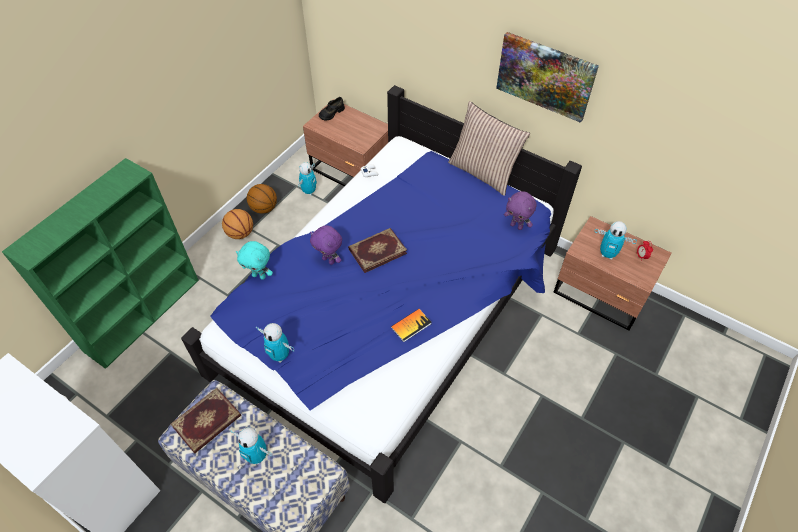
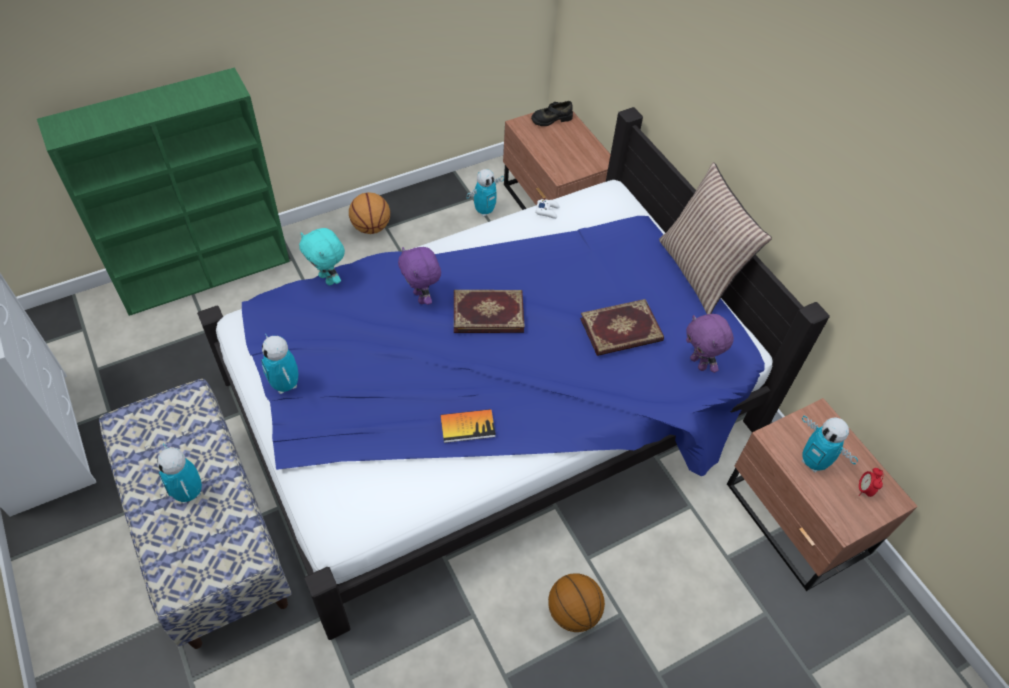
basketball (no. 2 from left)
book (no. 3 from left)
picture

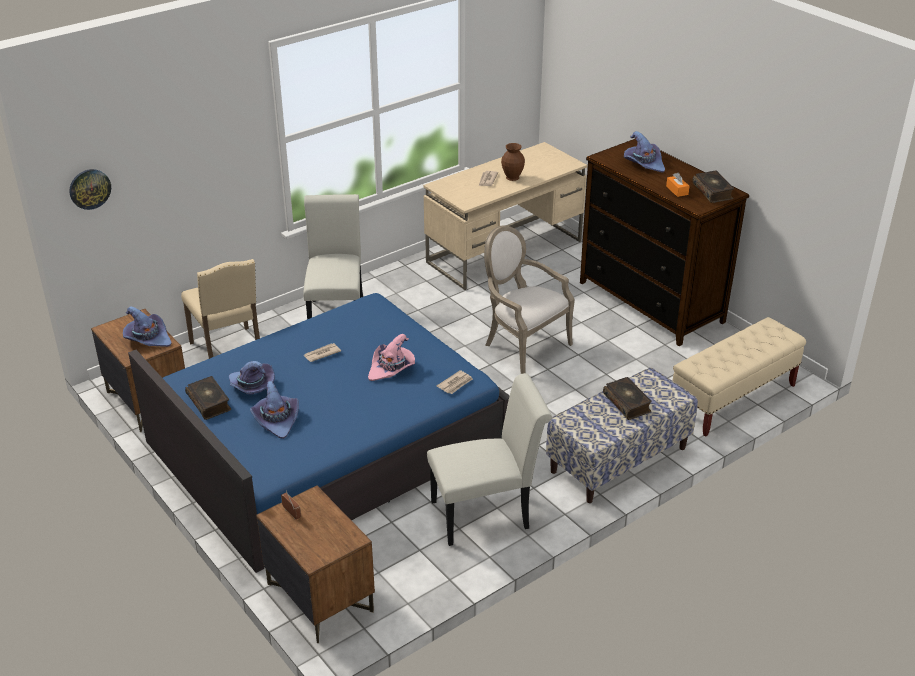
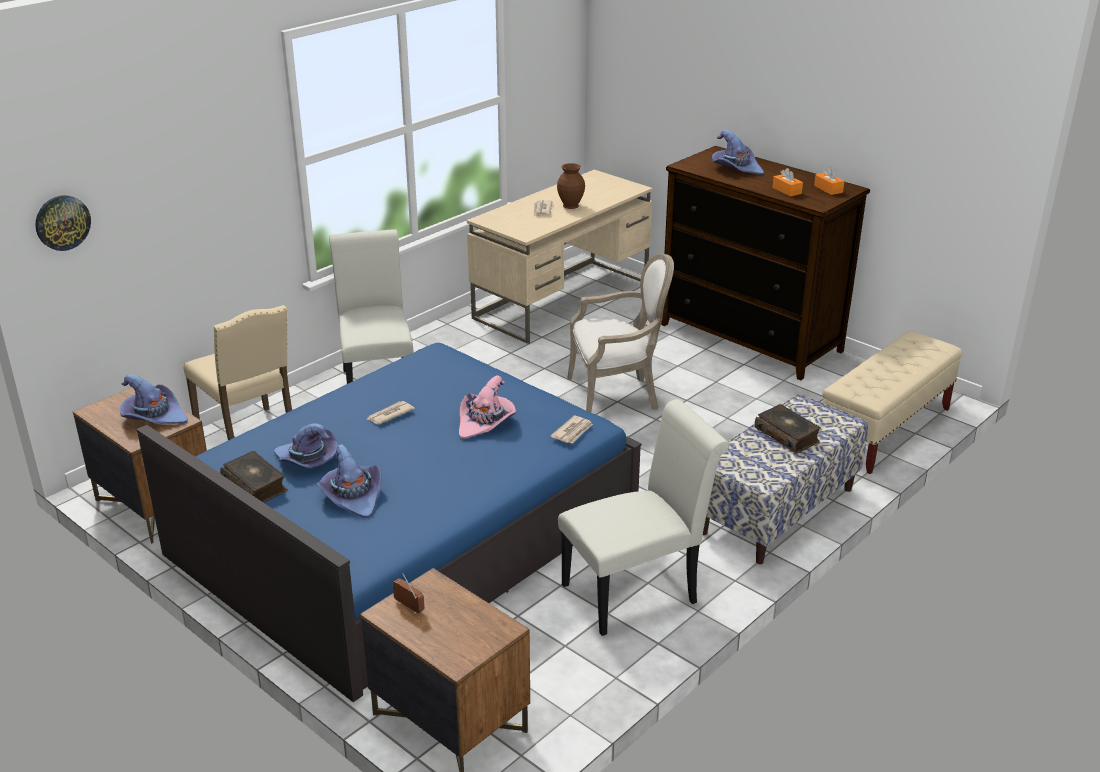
armchair
orange tissue box (no. 2 from left)

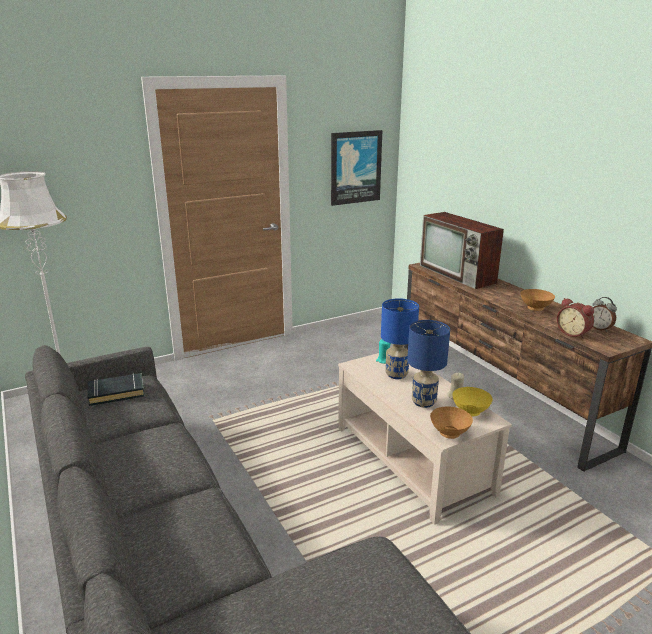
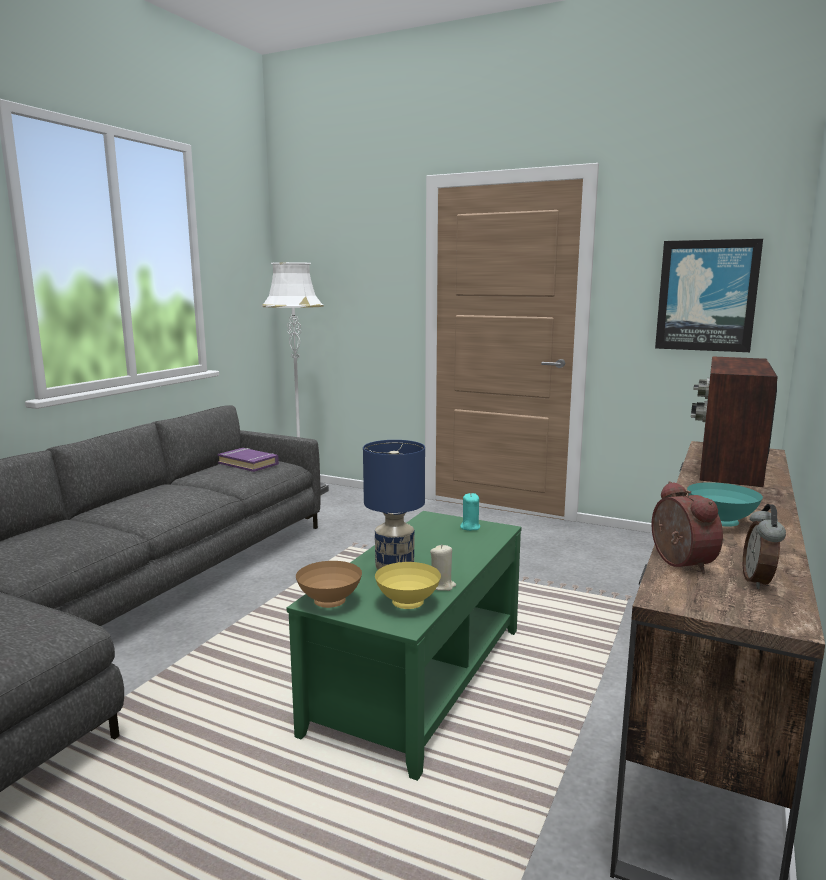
purple book
green coffee table
alarm clock (no. 1 from left)
turquoise bowl
blue table lamp (no. 1 from left in the first image)

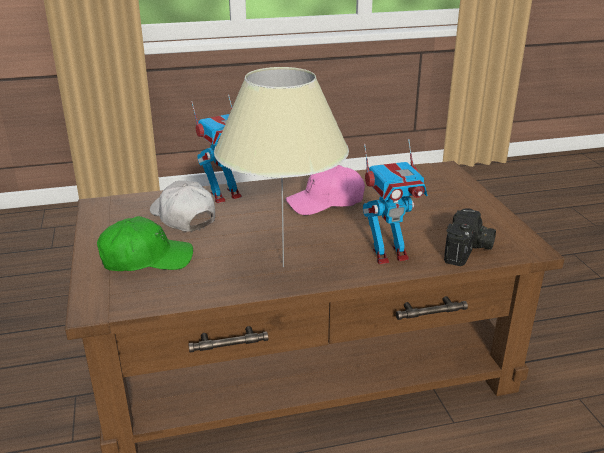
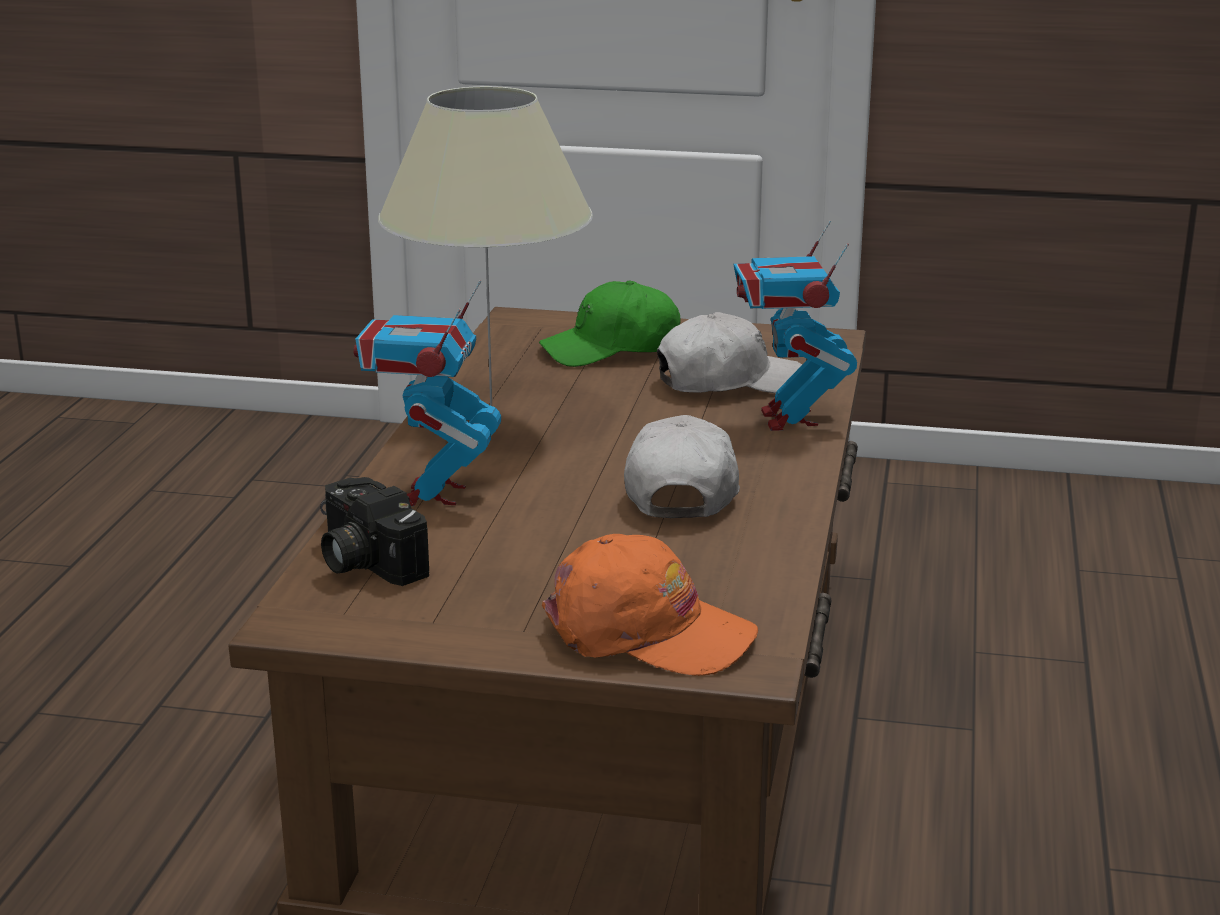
green cap
orange cap
white cap (no. 1 from left)

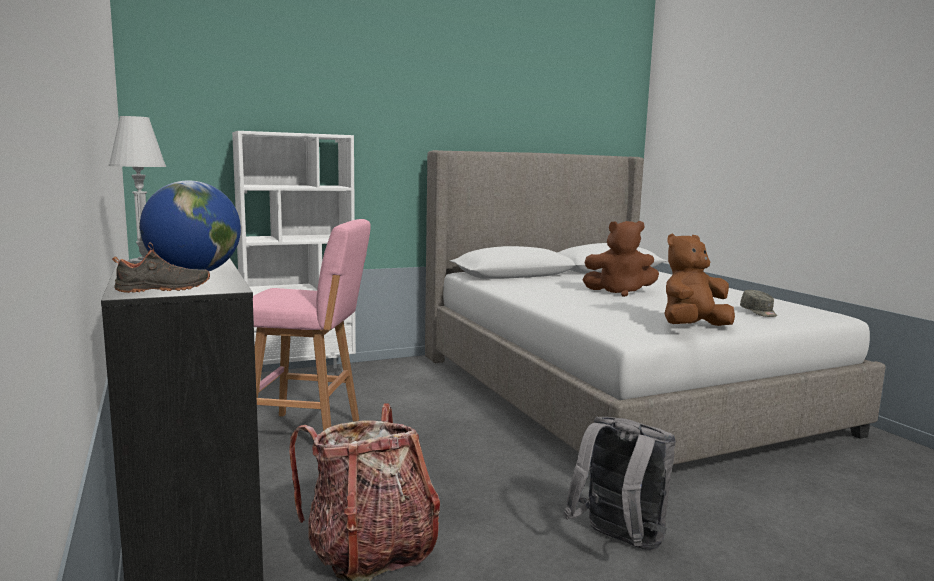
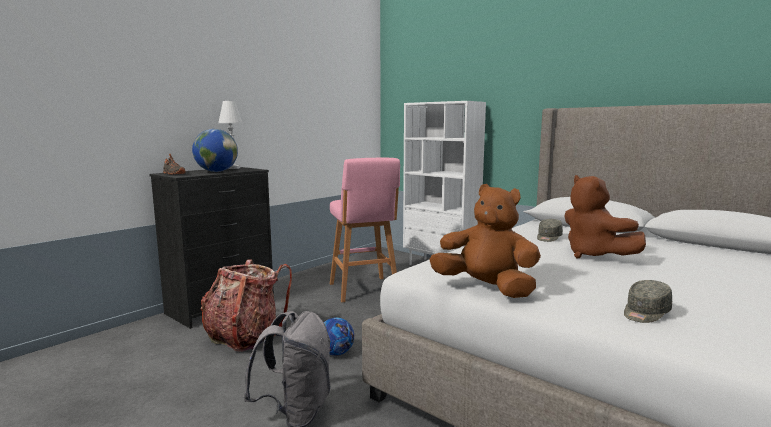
football
grey cap (no. 1 from left)

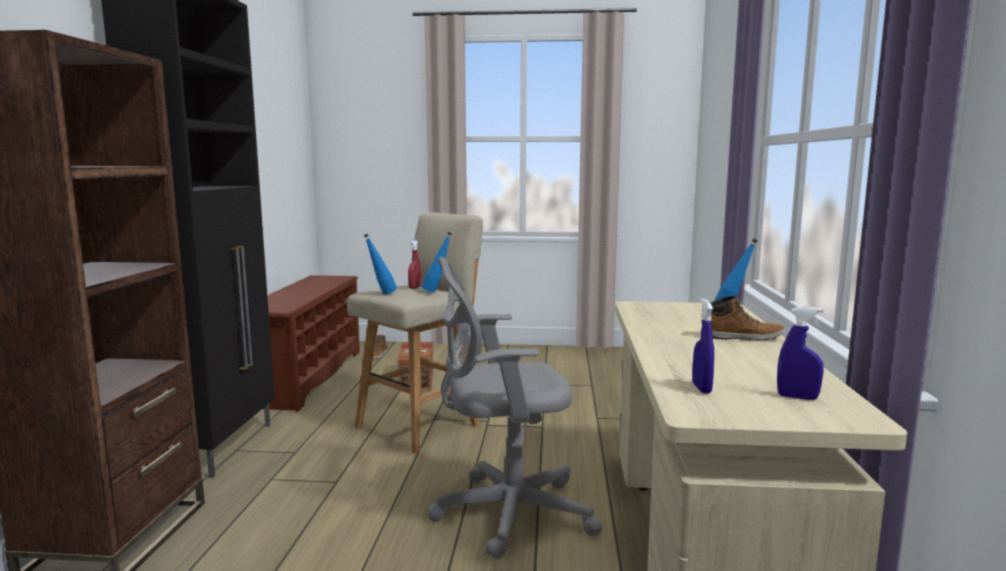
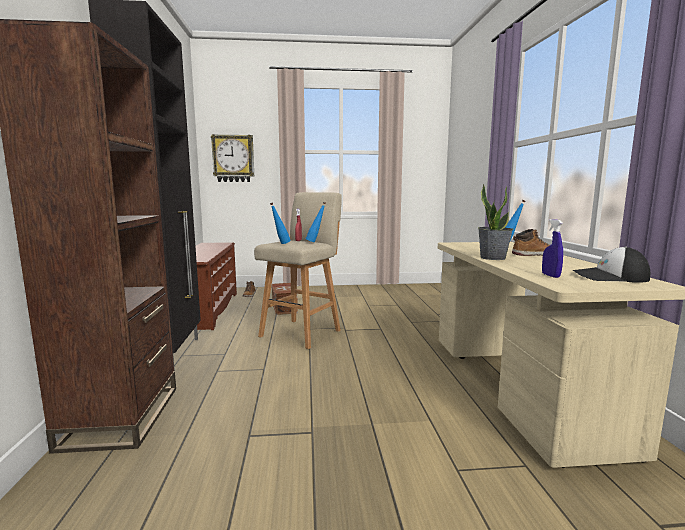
wall clock
potted plant
cap
grey office chair

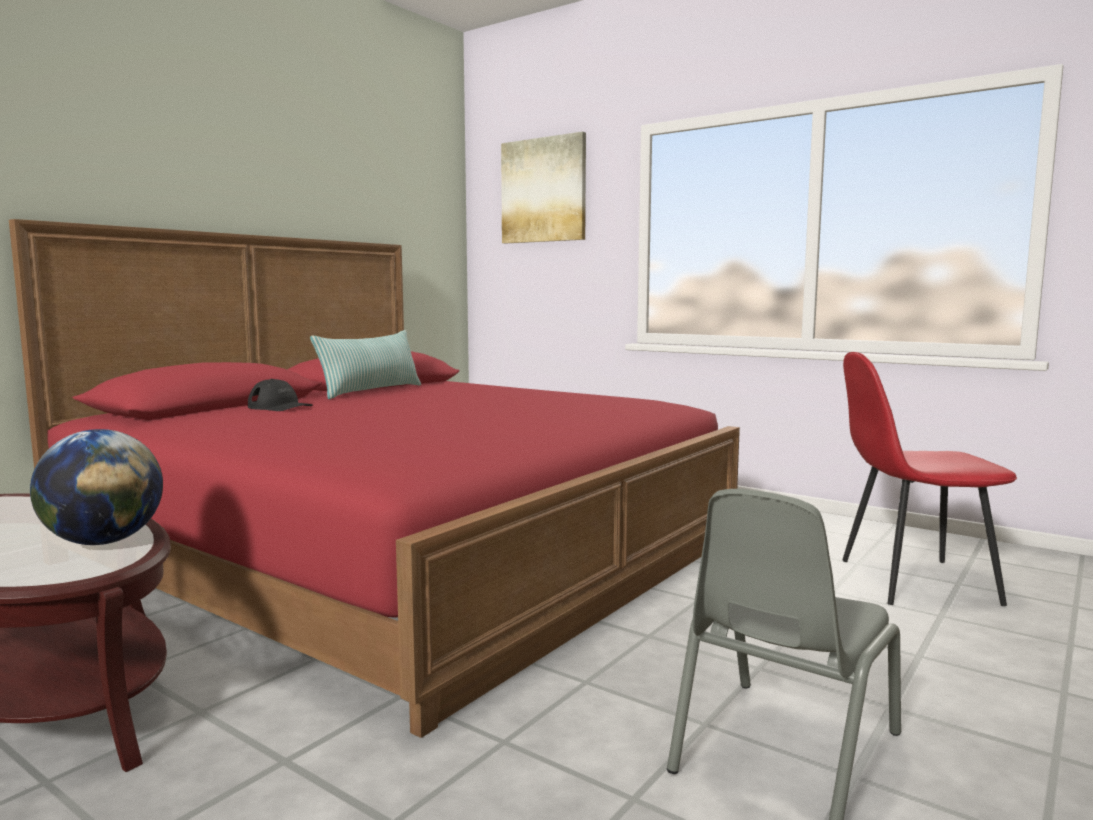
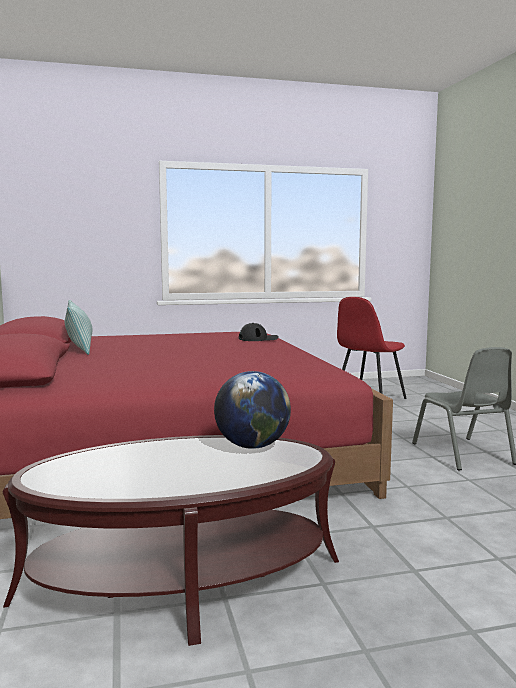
black cap
picture

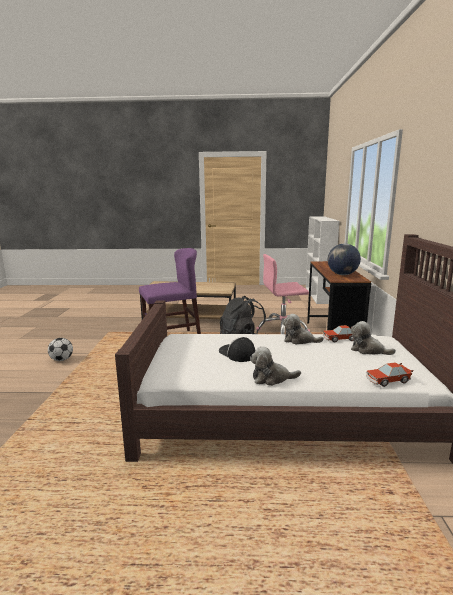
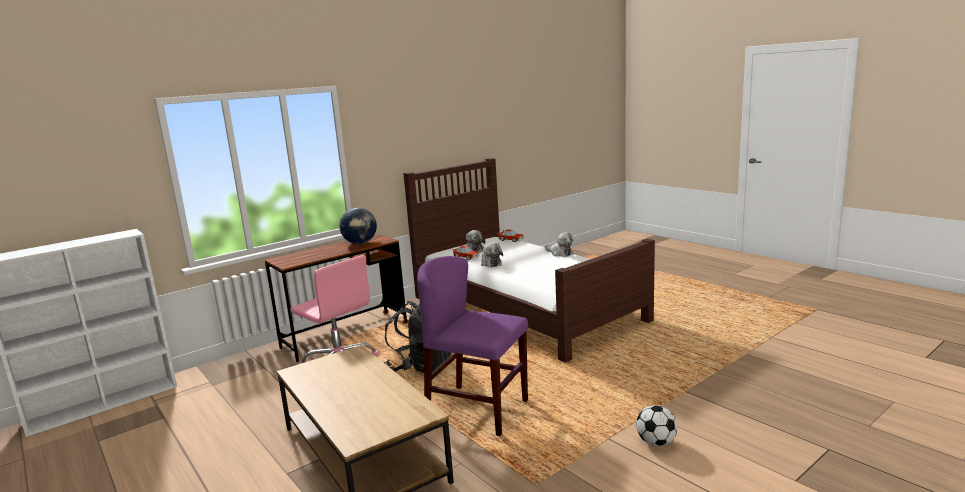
cap

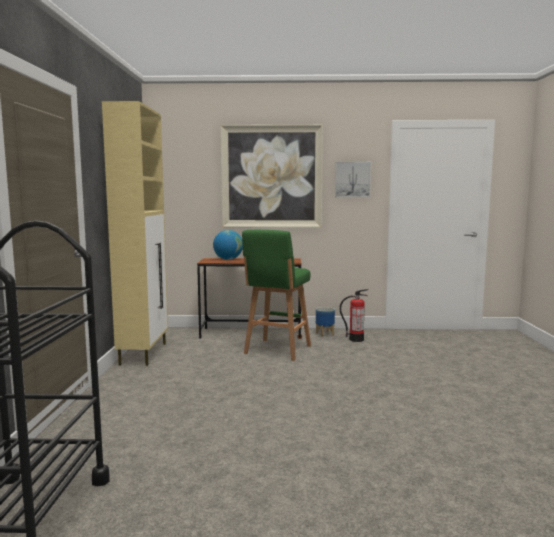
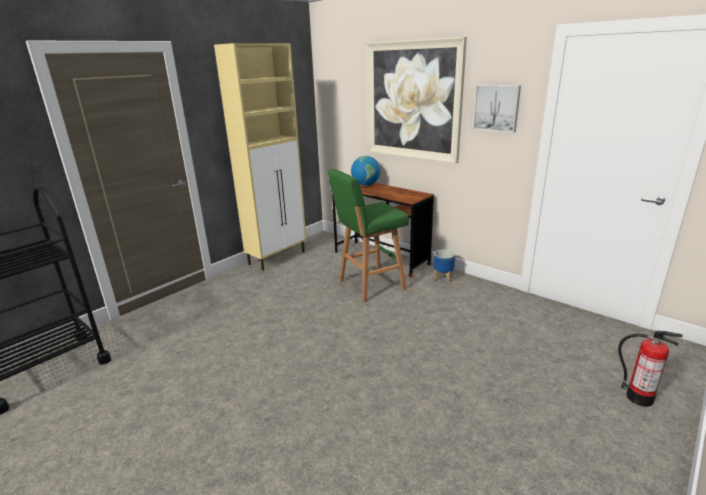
fire extinguisher

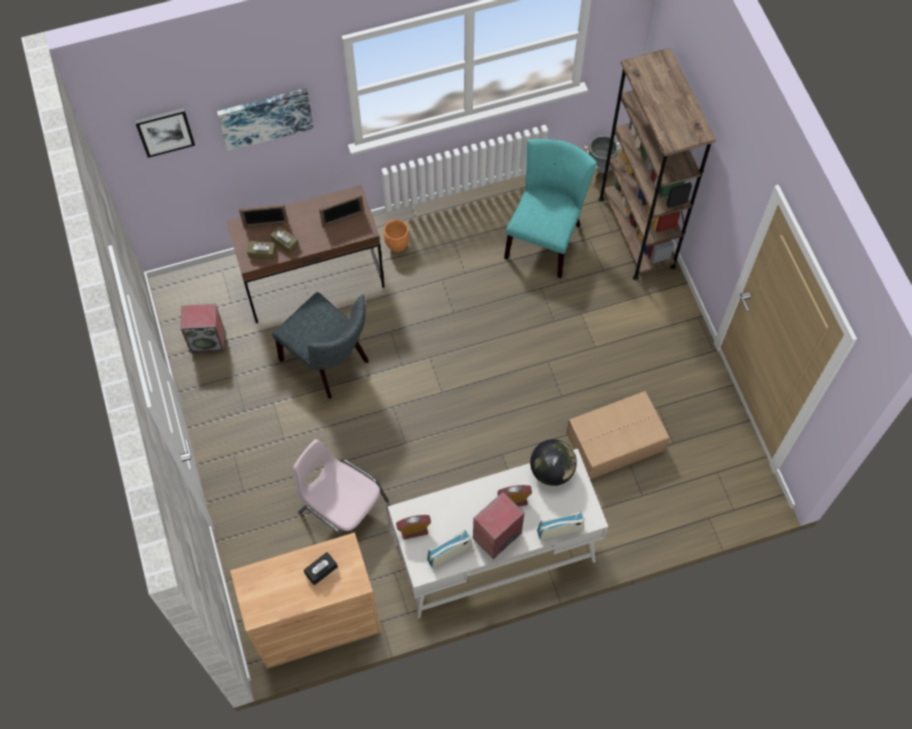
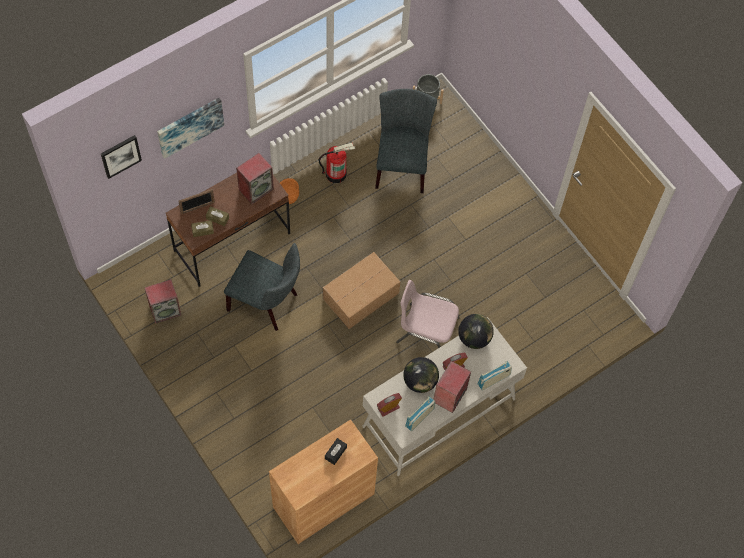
speaker (no. 2 from left)
fire extinguisher
cardboard box
grey chair (no. 2 from left)
pink chair
globe (no. 1 from left)
brown bookcase

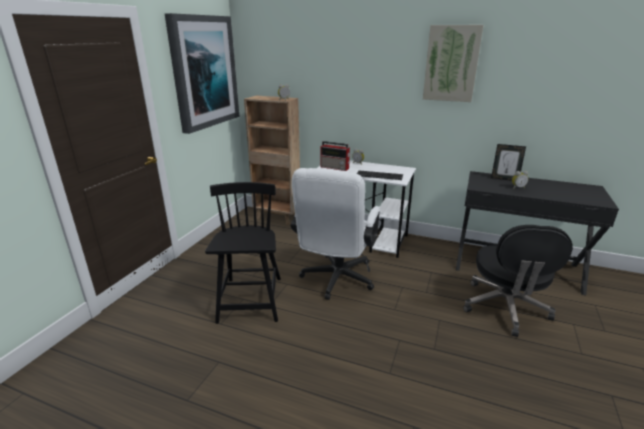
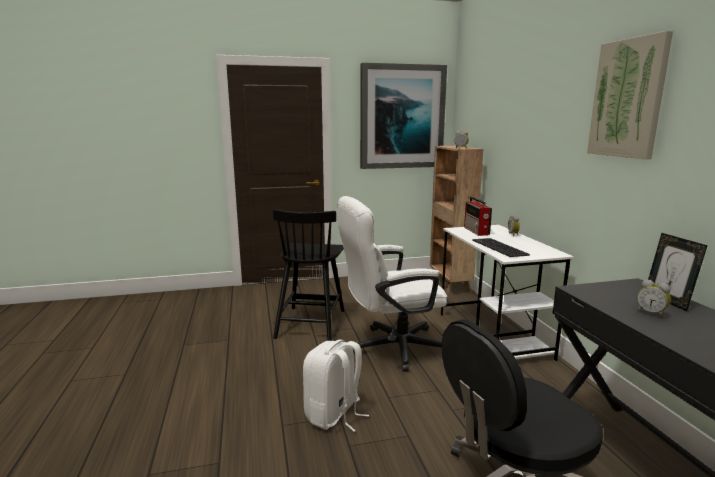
black chair
white backpack

